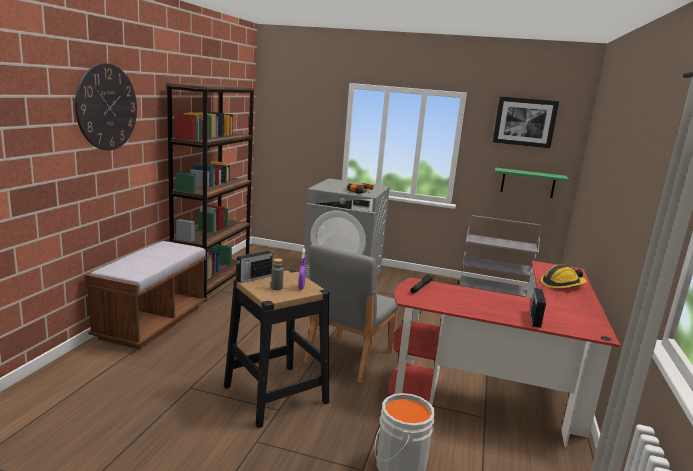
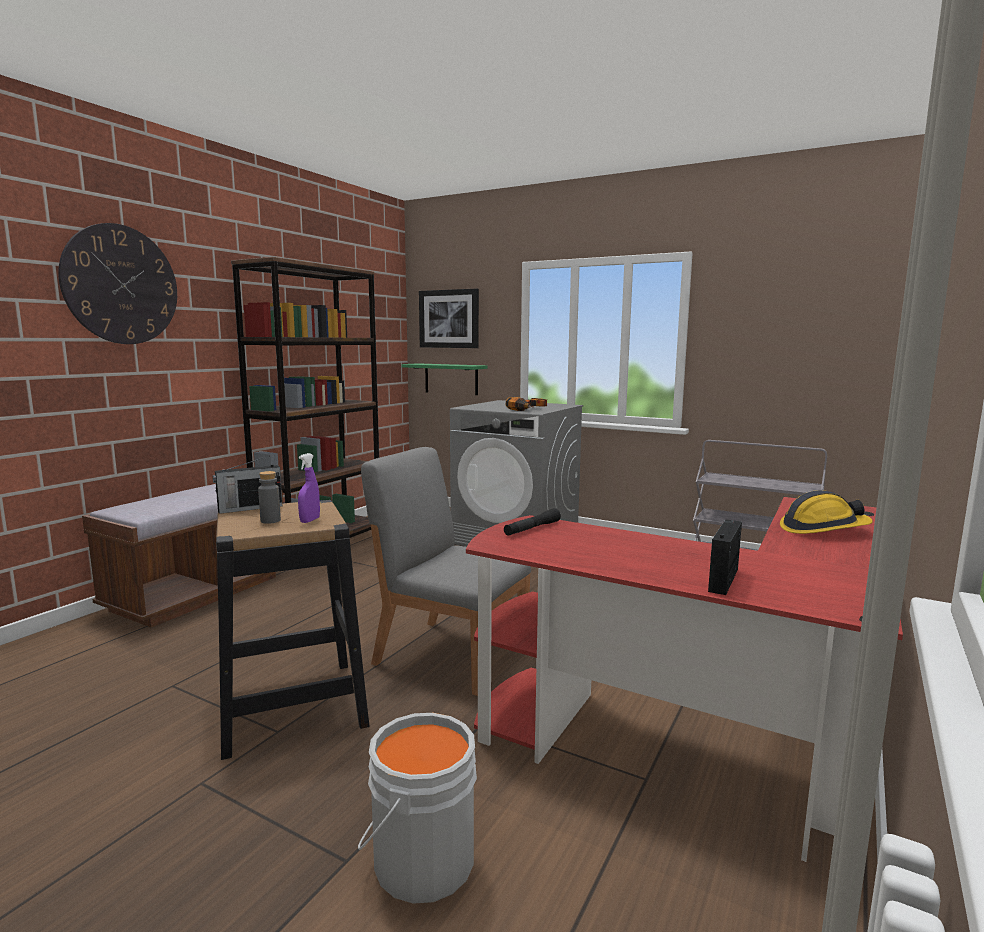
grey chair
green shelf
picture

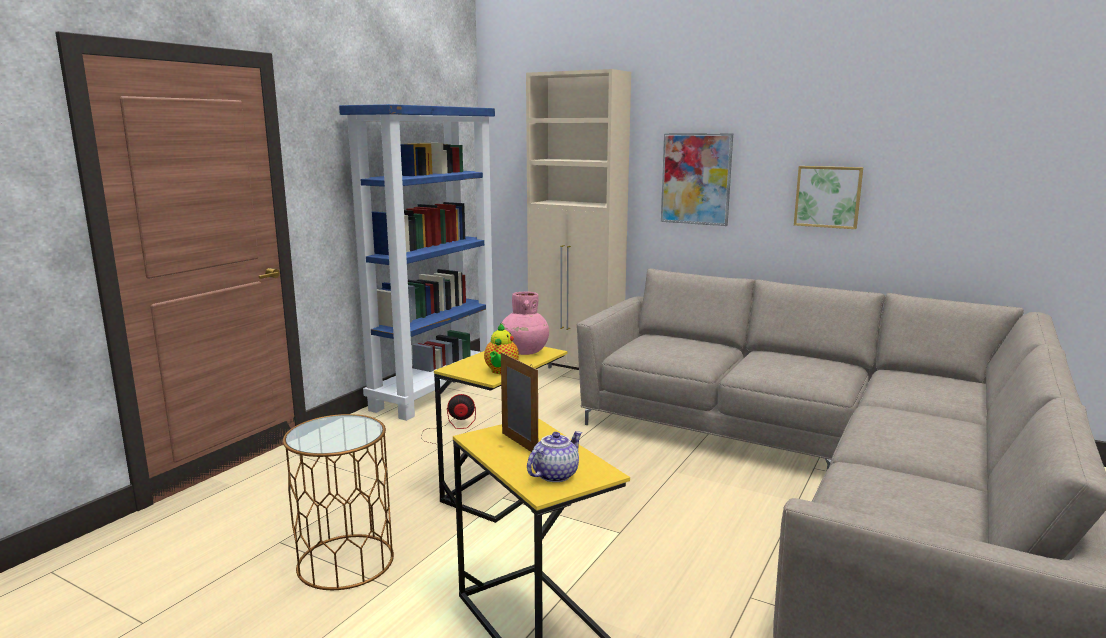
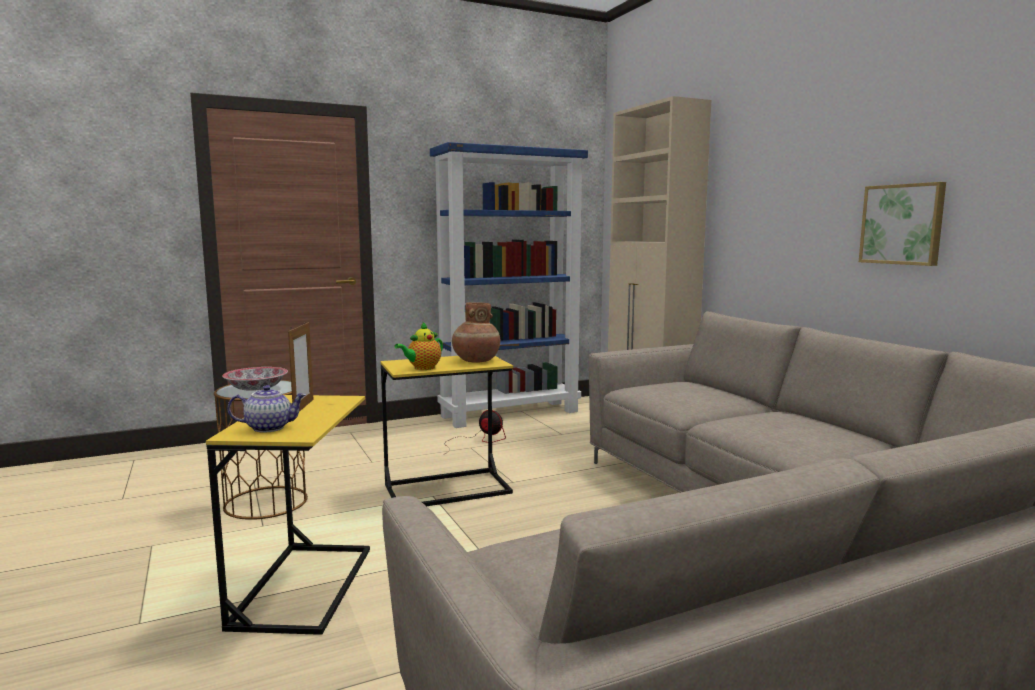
bowl
brown vase
picture (no. 1 from left in the first image)

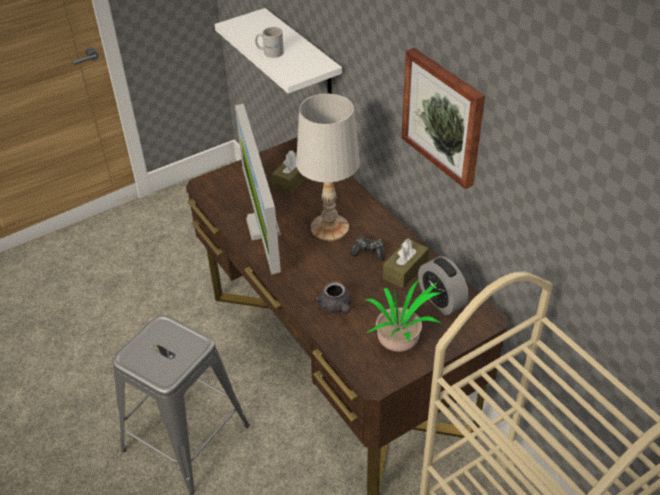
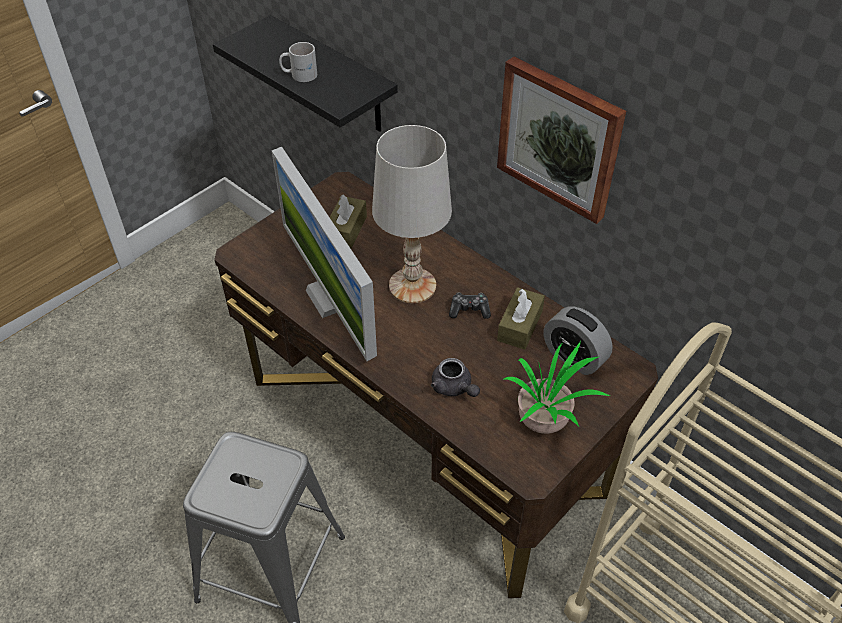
black shelf

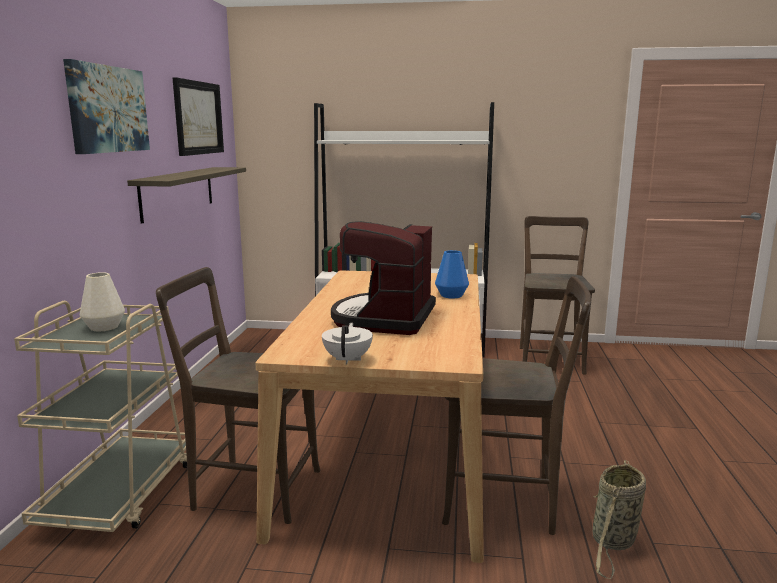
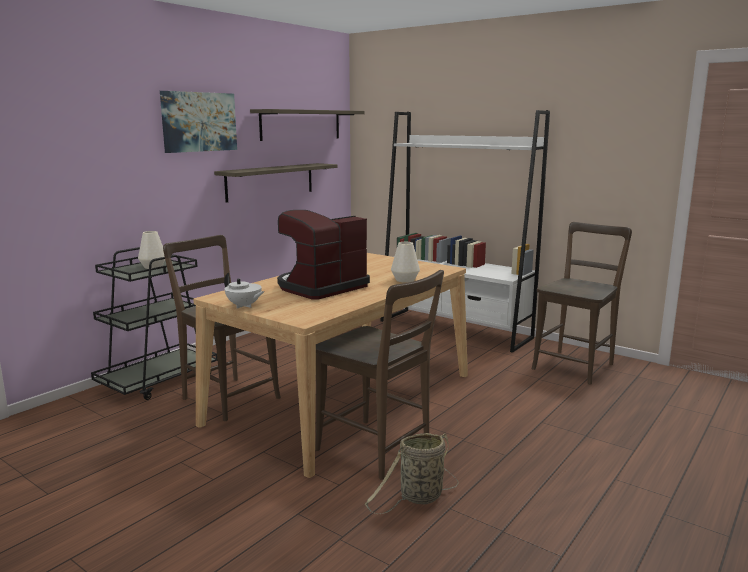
black cart
white teapot
shelf (no. 2 from left)
white vase (no. 2 from left)

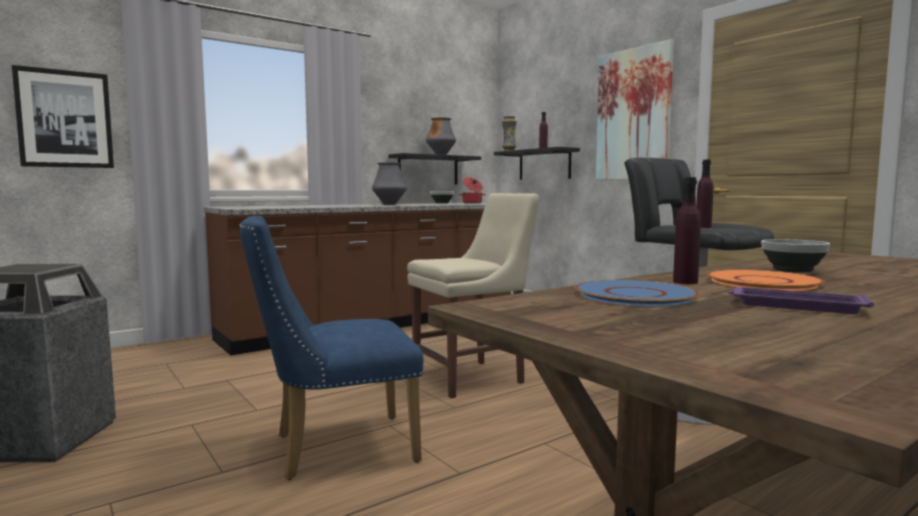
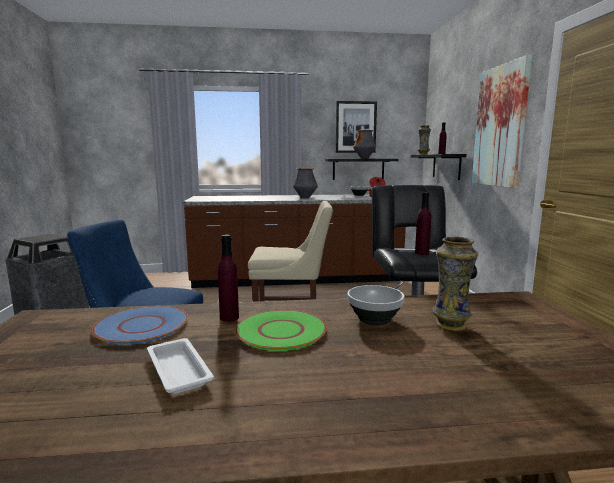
white tray
green plate
picture (no. 1 from left)
vase (no. 4 from left)

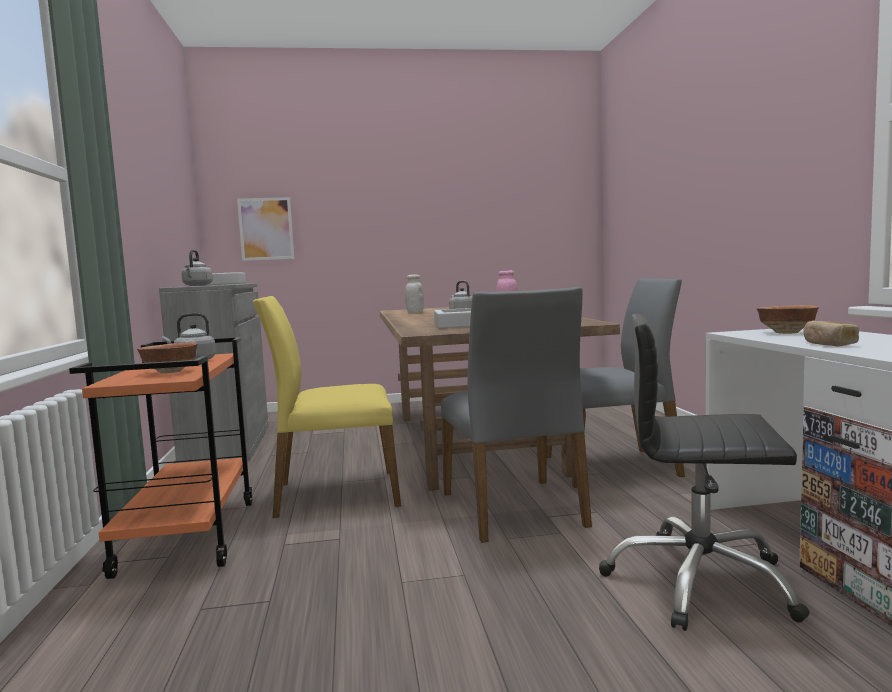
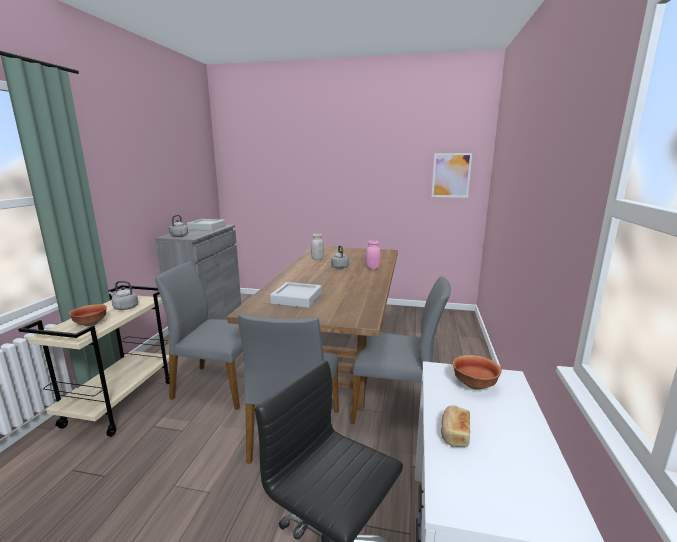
beige cart
grey chair (no. 1 from left)
picture

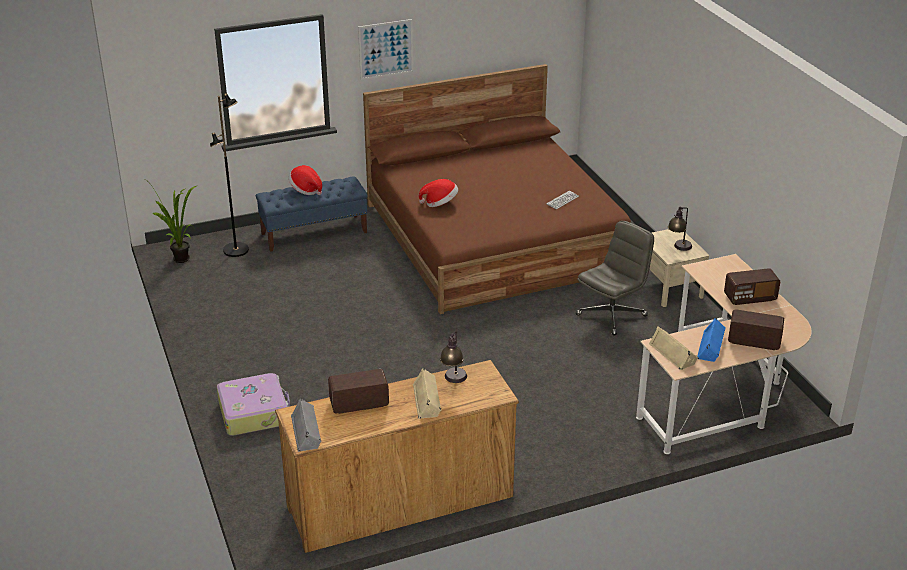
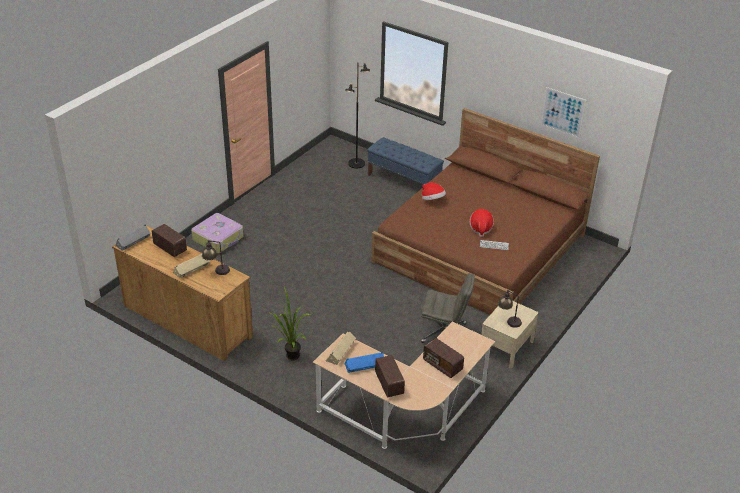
potted plant
hat (no. 2 from left)
picture

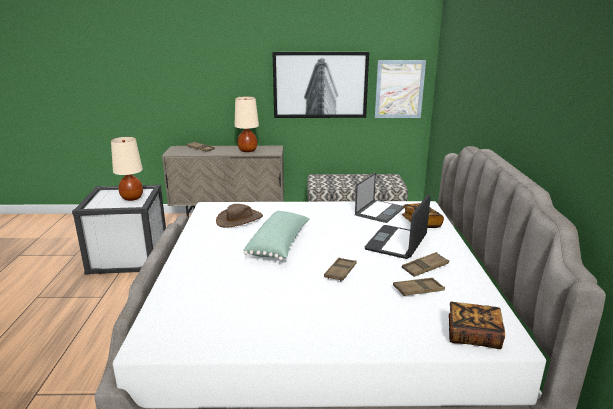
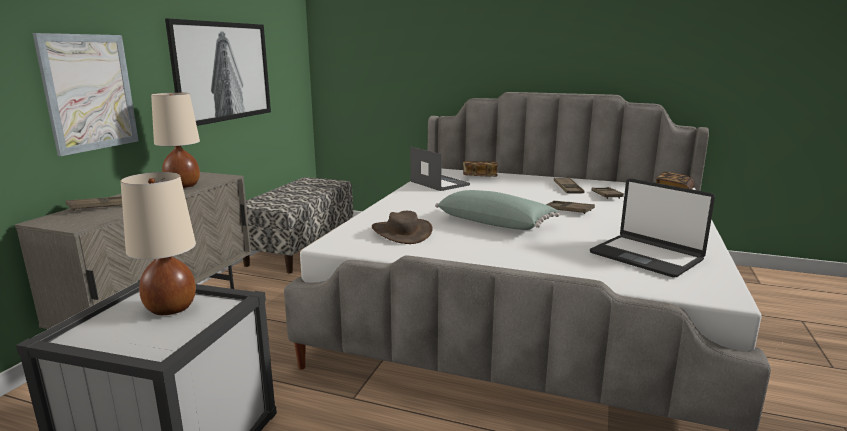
picture (no. 1 from left)
laptop (no. 2 from left)

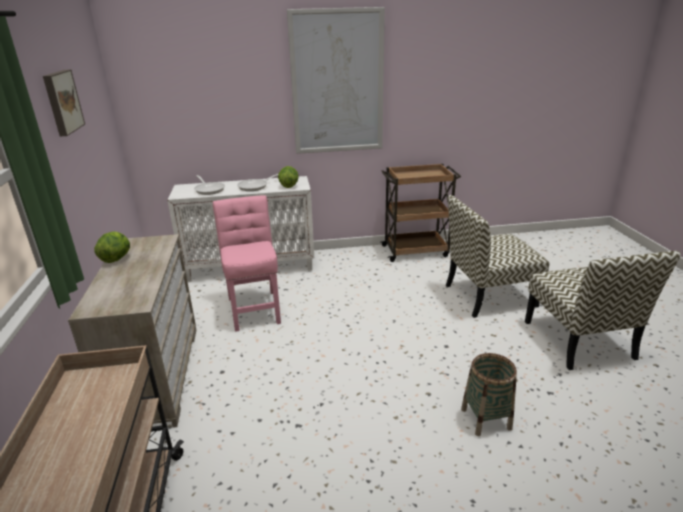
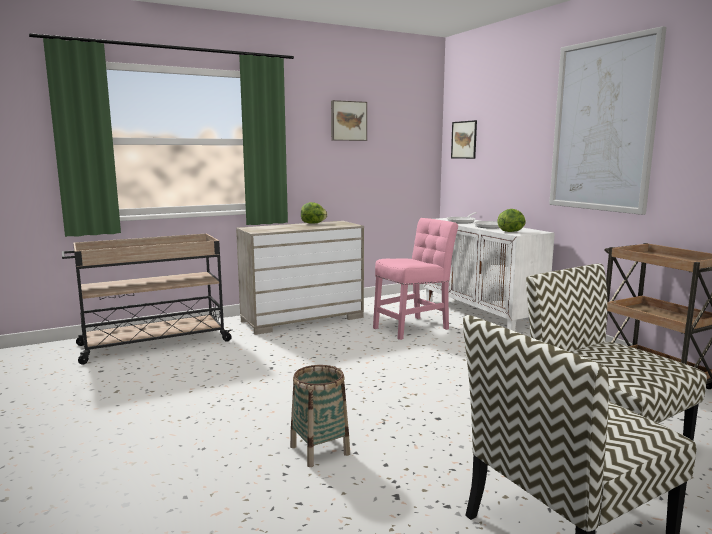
picture (no. 2 from left)

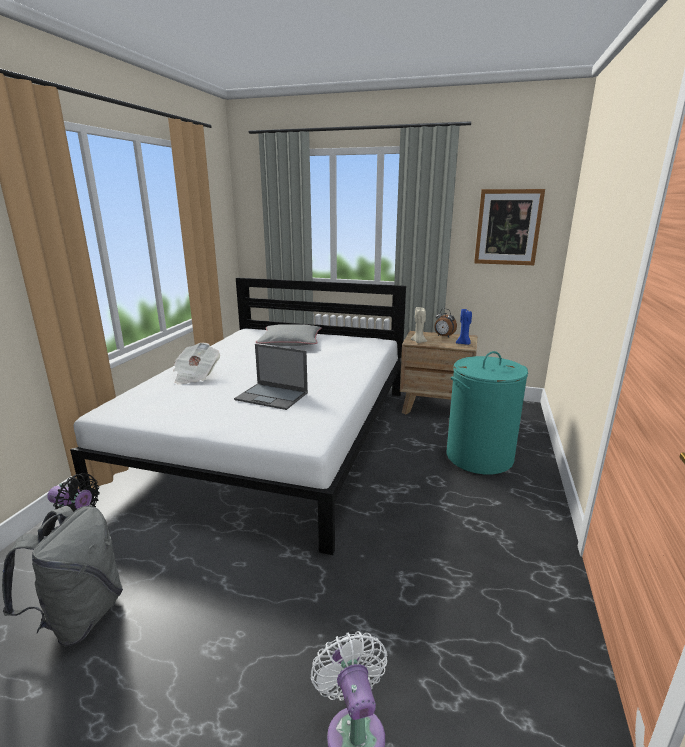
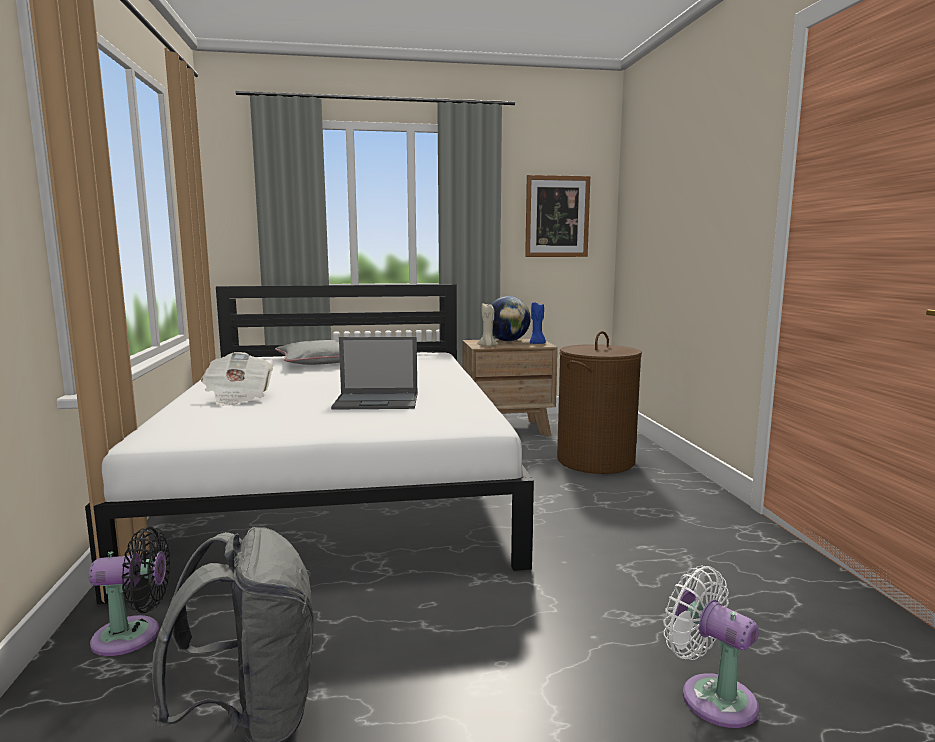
globe
brown laundry basket

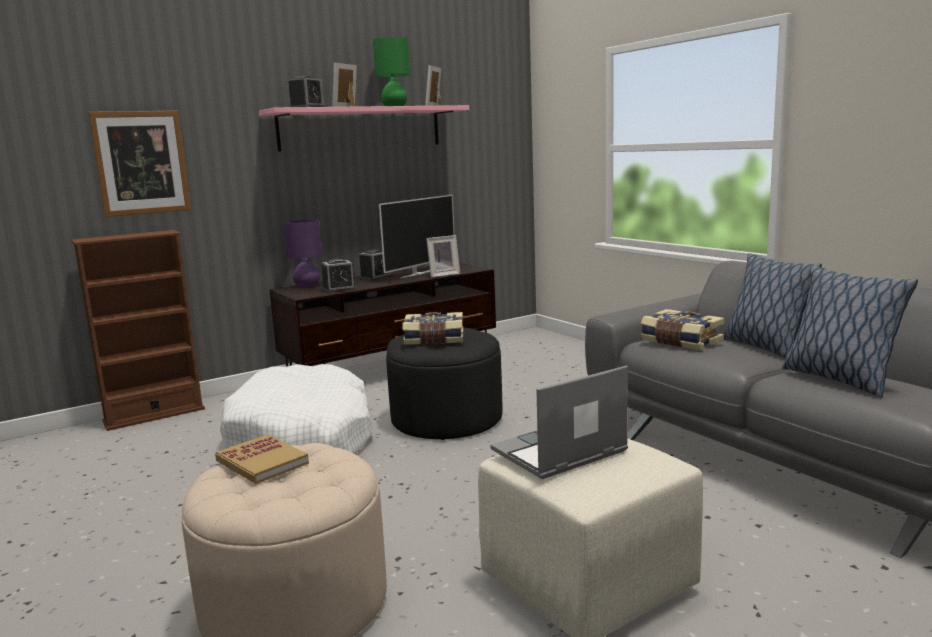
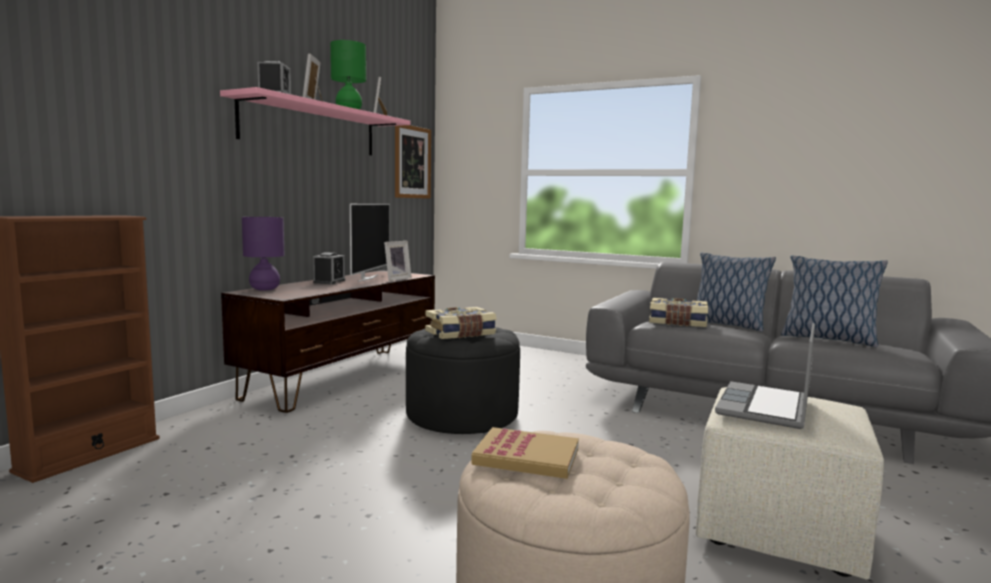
picture
white dog bed
alarm clock (no. 2 from left in the first image)

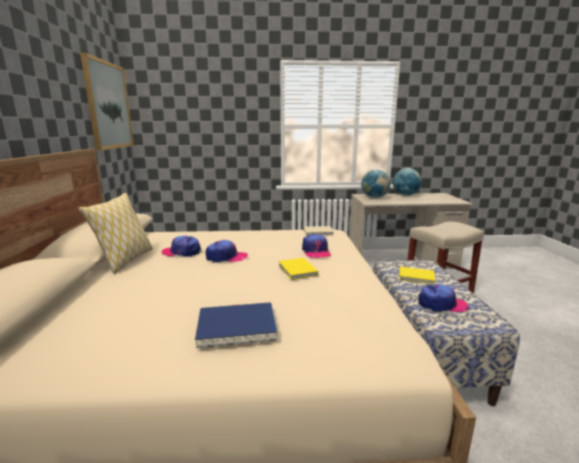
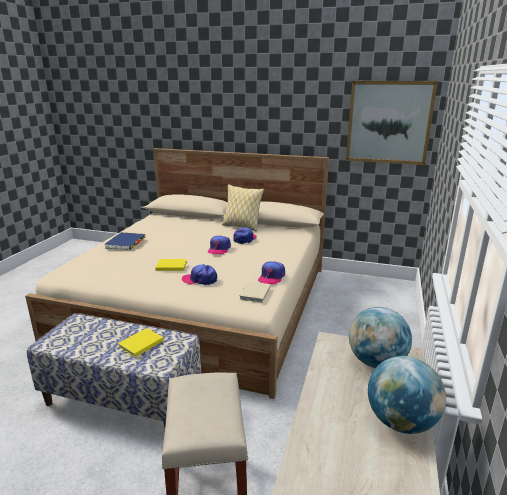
cap (no. 4 from left)

